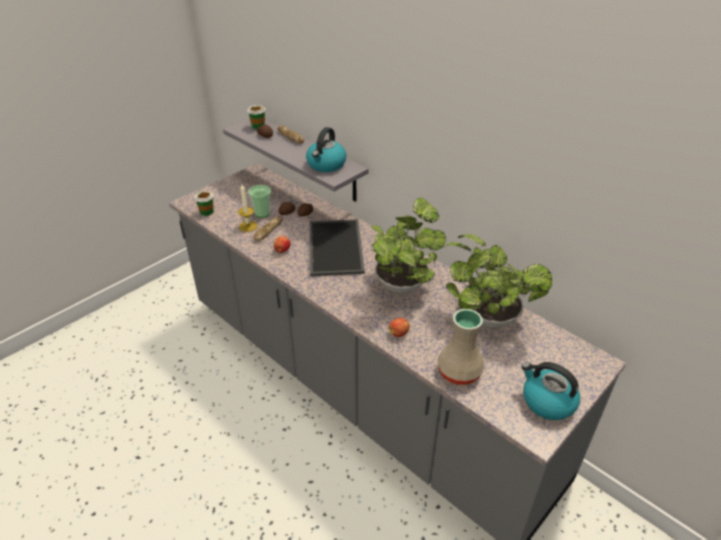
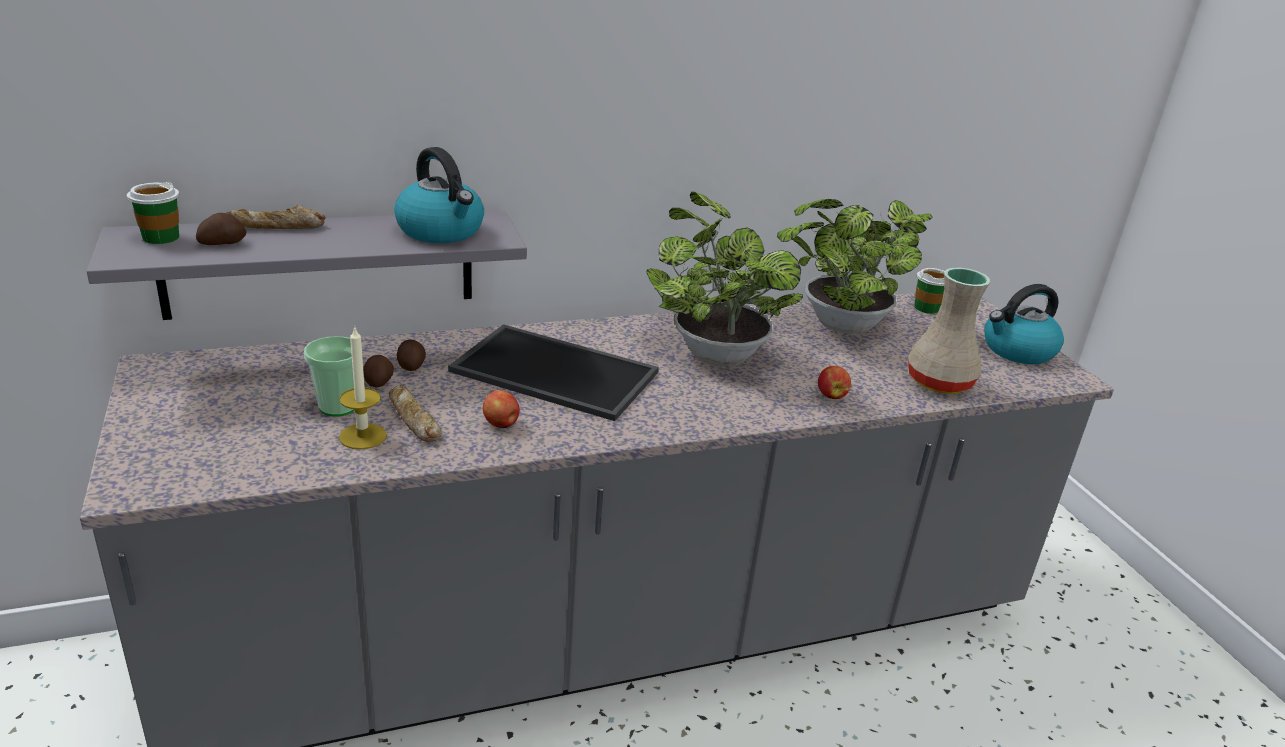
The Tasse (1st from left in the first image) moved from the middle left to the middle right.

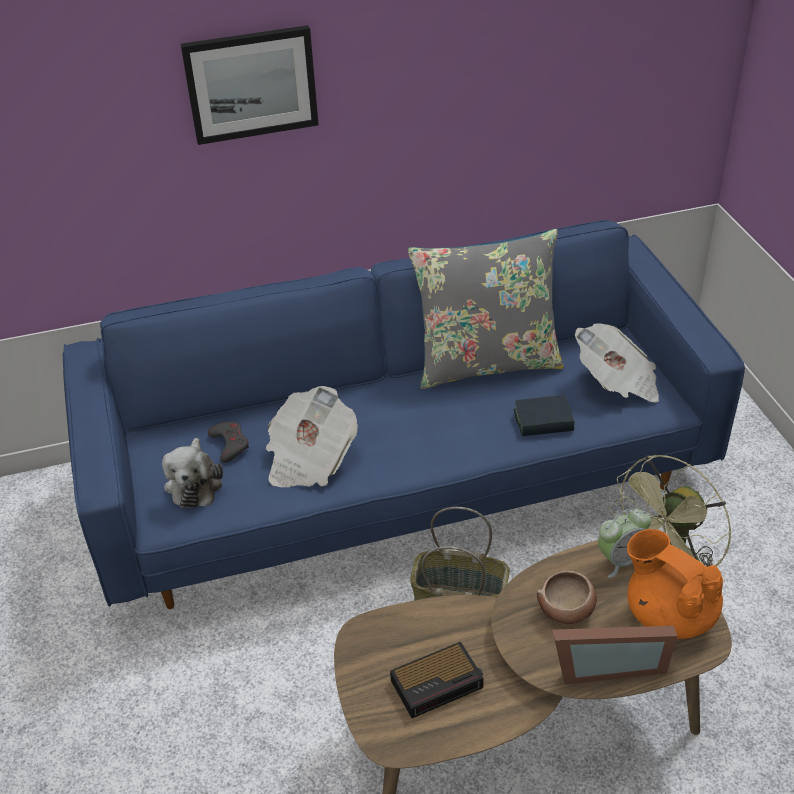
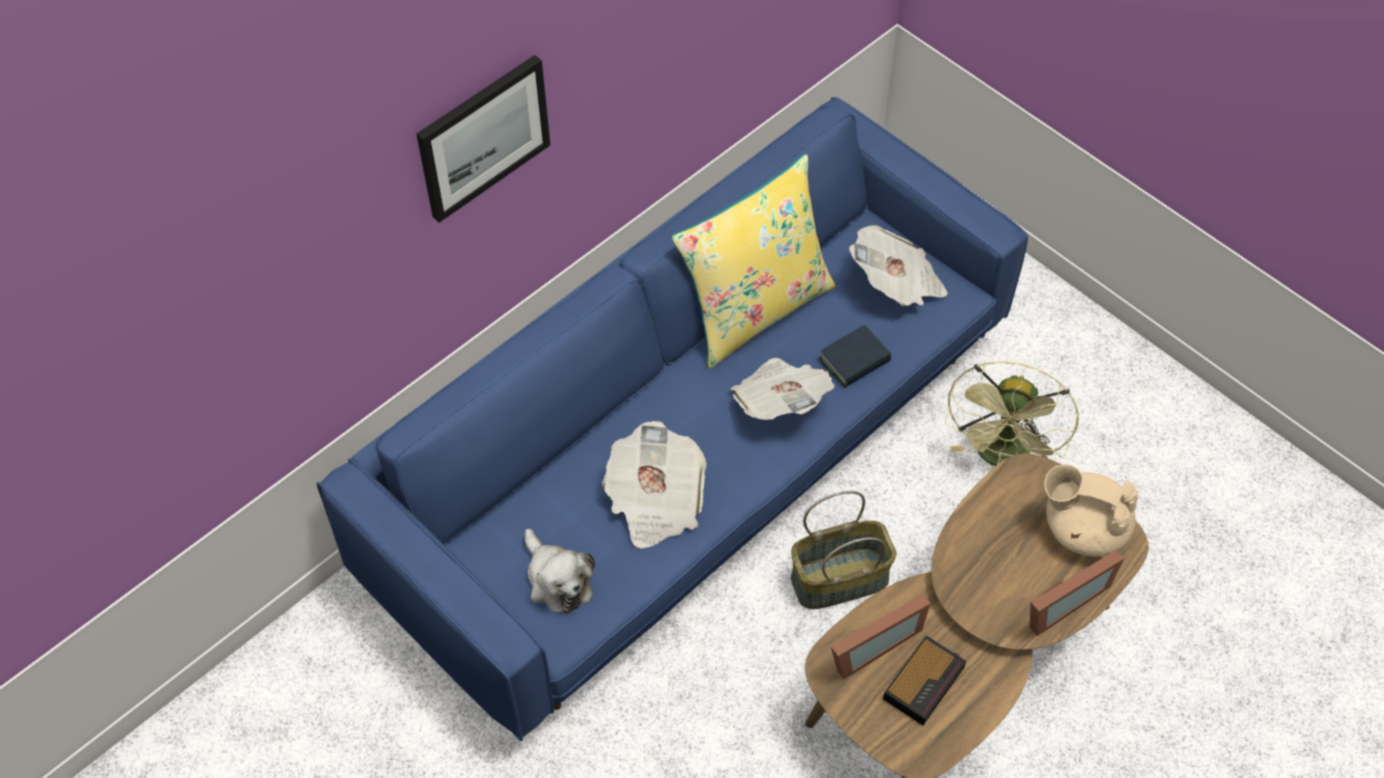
The Gamepad (grau) at the middle left disappeared. The Schüssel at the bottom right disappeared. The Wecker (2nd from left) at the bottom right disappeared. The Zeitung (2nd from left) at the centre appeared. The Bilderrahmen (1st from left) at the bottom centre appeared. The Kissen (grau) at the centre became the Kissen (gelb) at the centre. The Teekanne (orange) at the bottom right became the Teekanne (beige) at the middle right.

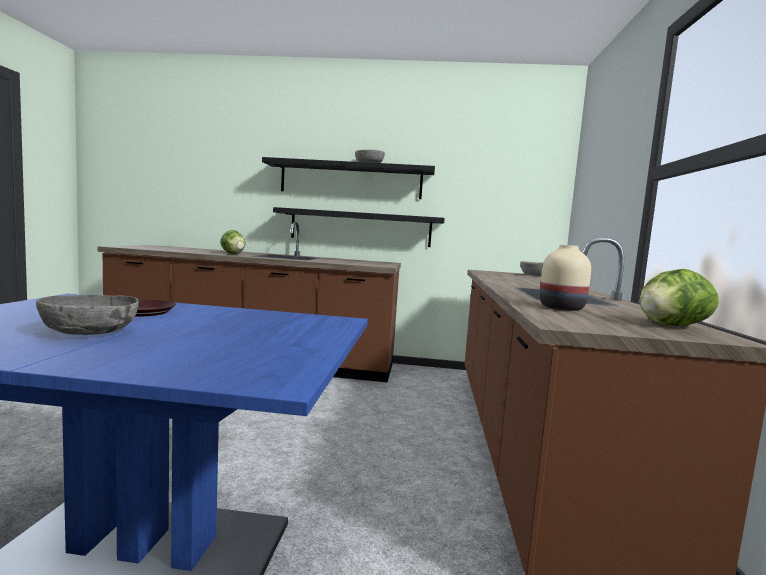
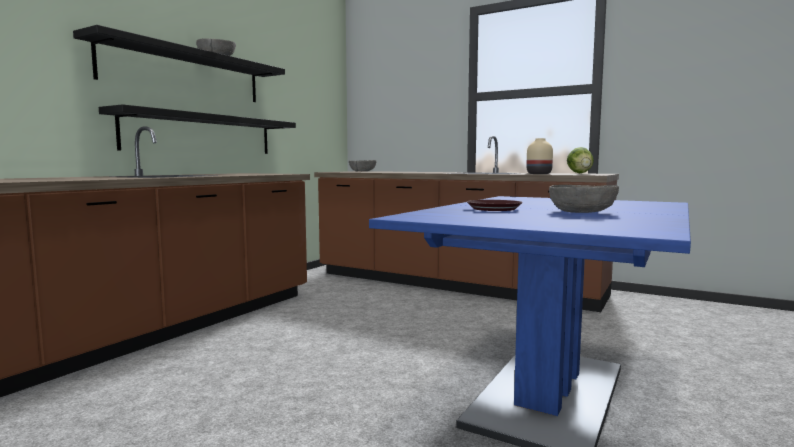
The Salatkopf (1st from left) at the middle left disappeared.

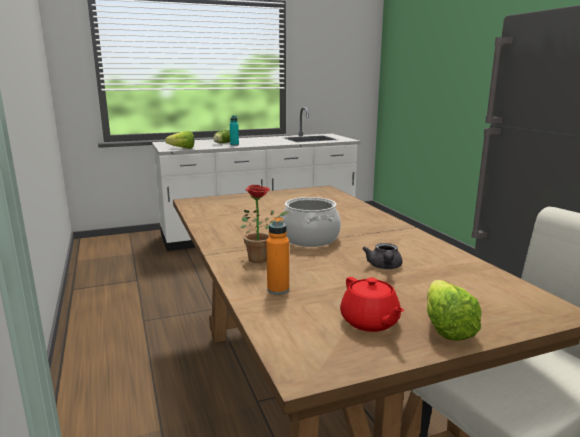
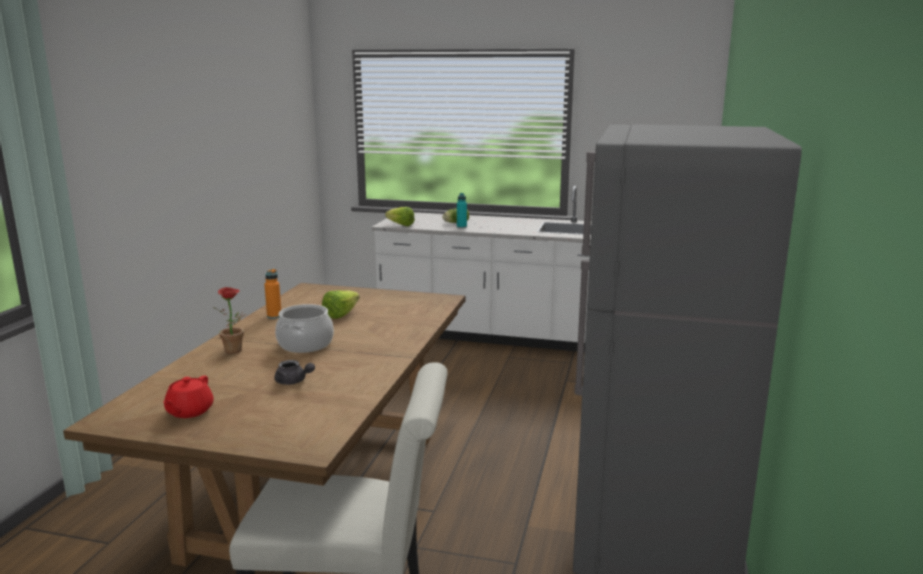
The Flasche (orange) moved from the centre to the middle left. The Salatkopf (3rd from left in the first image) moved from the bottom right to the centre. The Teekanne (grau) at the centre turned 105 degrees counterclockwise.

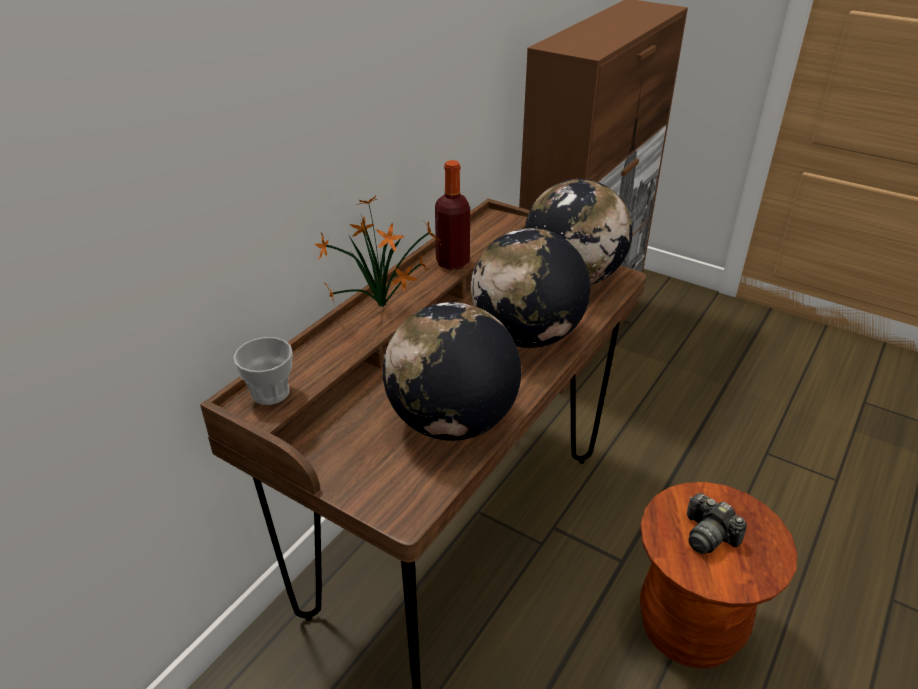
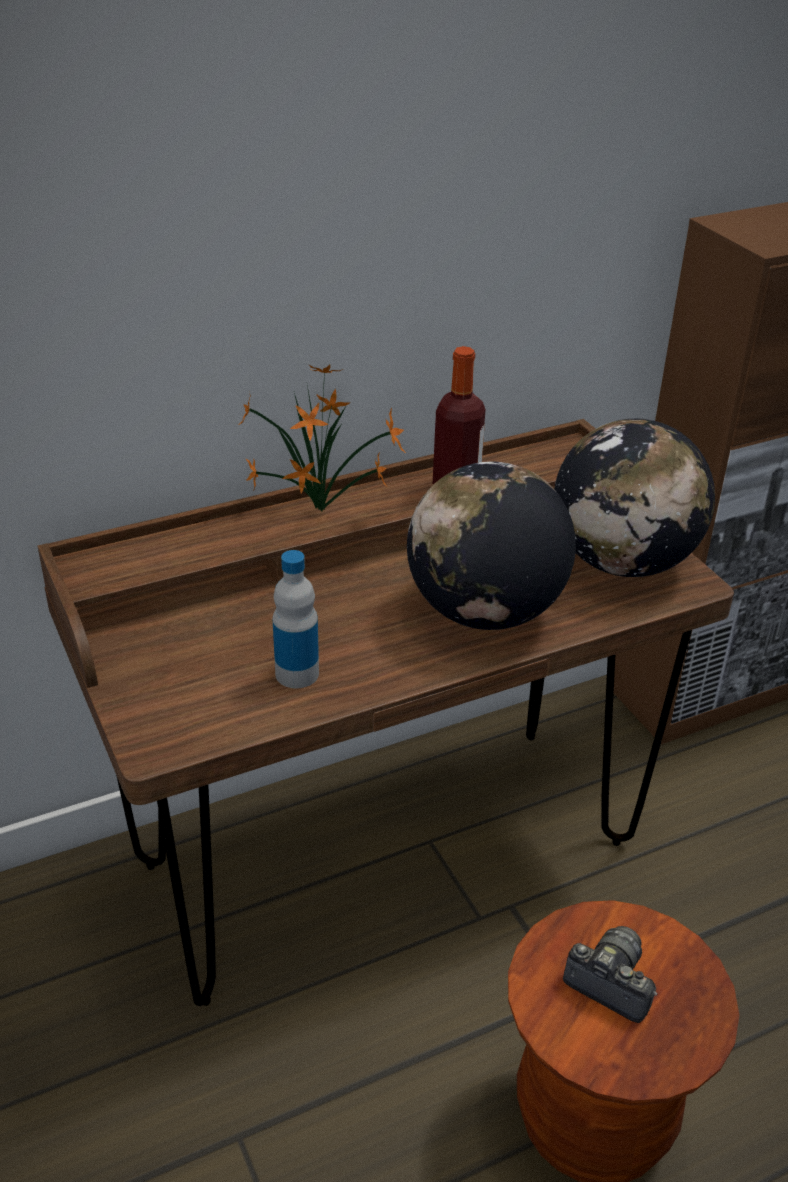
The Tasse at the middle left disappeared. The Globus (1st from left) at the centre was replaced by the Flasche (1st from left) at the centre. The Kamera at the bottom right turned 135 degrees clockwise.

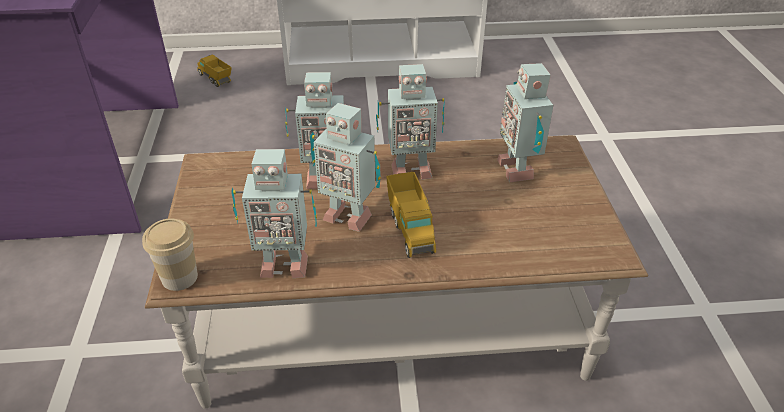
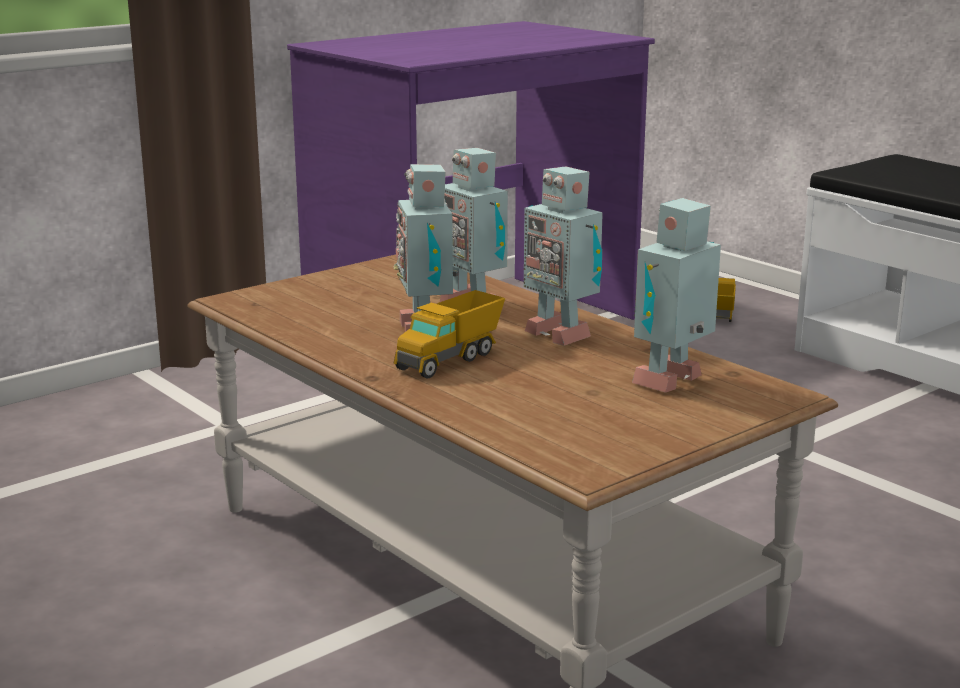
The Tasse at the middle left disappeared. The Spielzeugroboter (1st from left) at the centre disappeared.

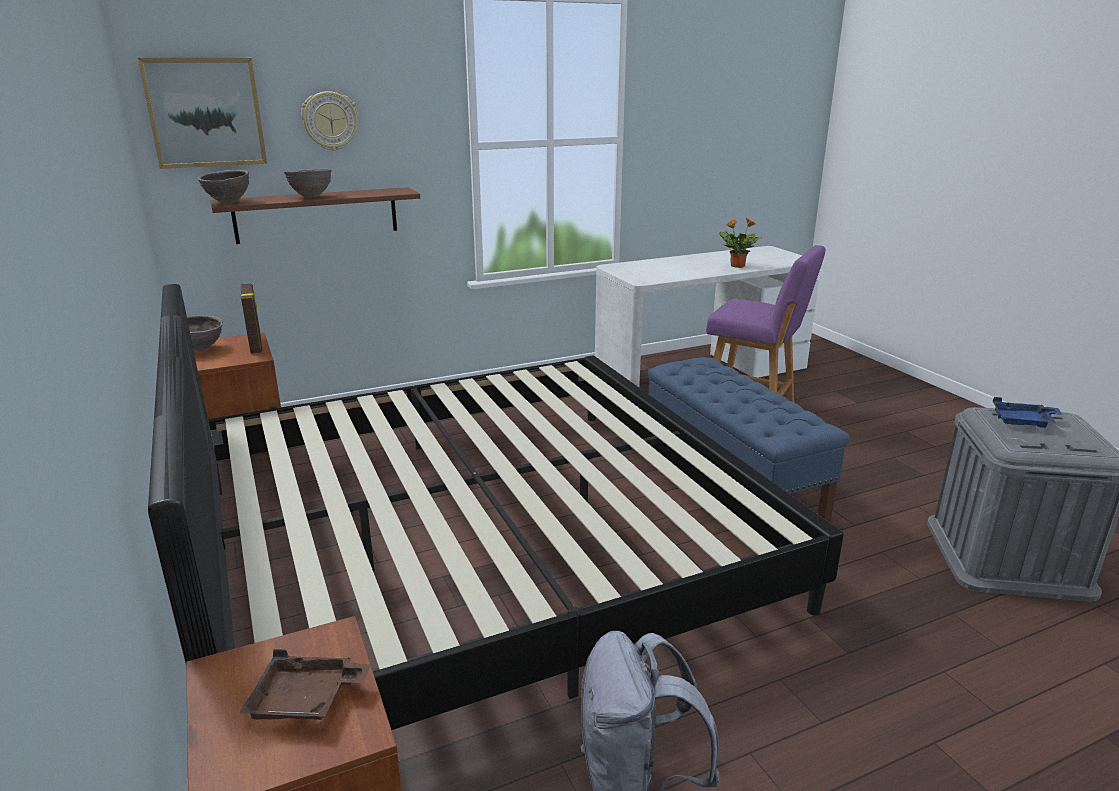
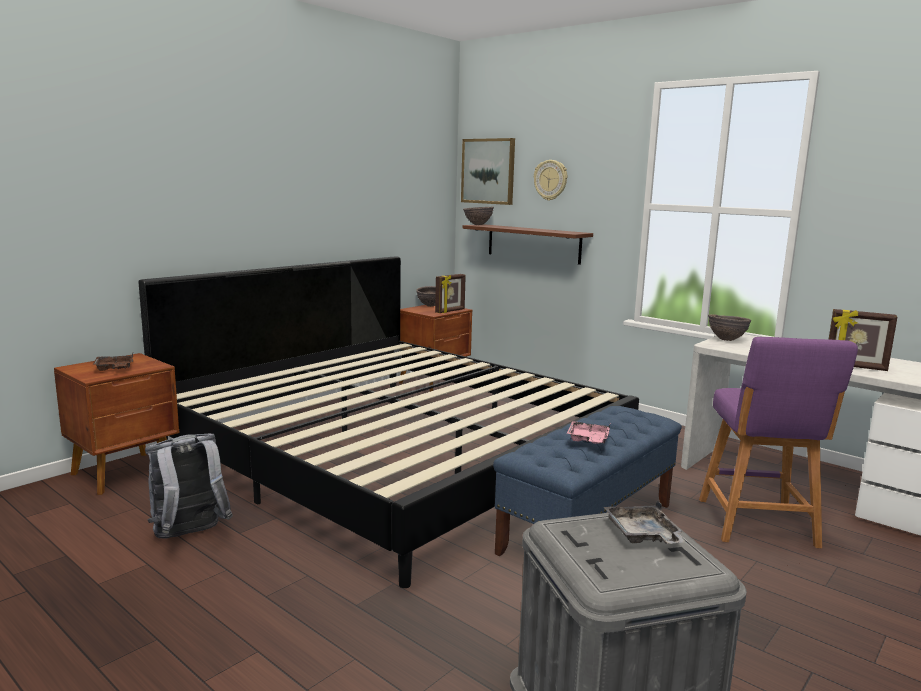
The Tablett (rosa) at the centre appeared. The Schüssel (braun) (3rd from left) moved from the top left to the middle right. The Topfpflanze at the top centre was replaced by the Bilderrahmen (2nd from left) at the middle right. The Tablett (blau) at the middle right became the Tablett (grau) at the bottom right.

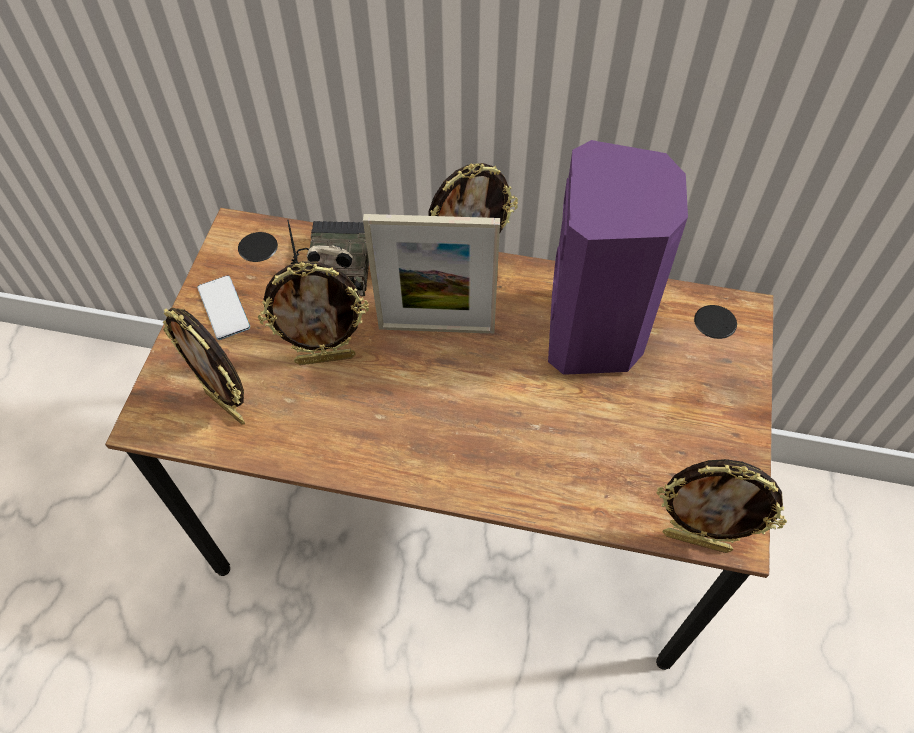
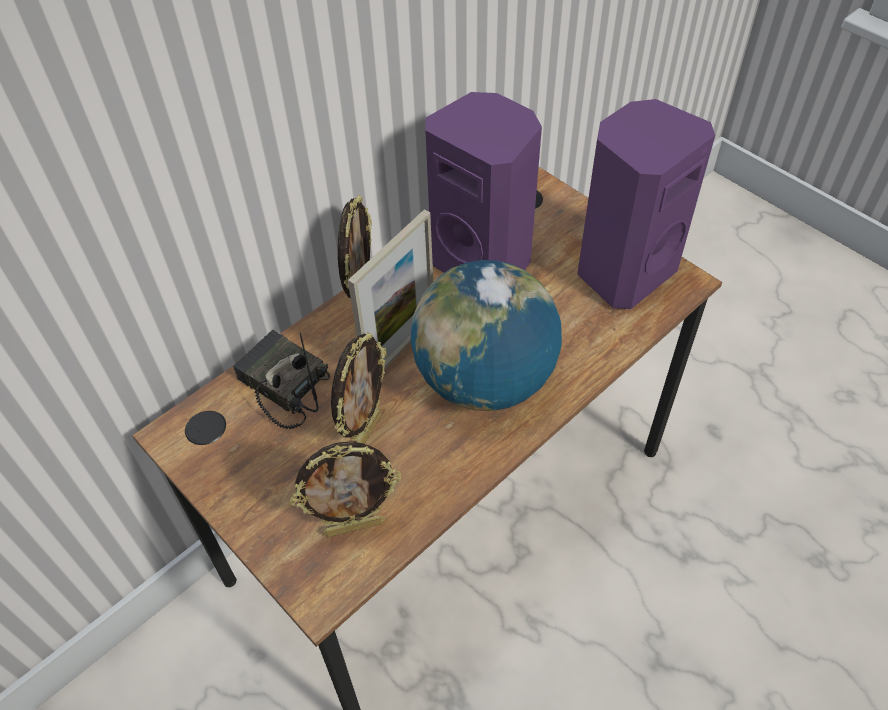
The Handy at the middle left disappeared. The Bilderrahmen (5th from left) at the bottom right disappeared. The Globus at the centre appeared. The Lautsprecher (lila) (2nd from left) at the top right appeared.

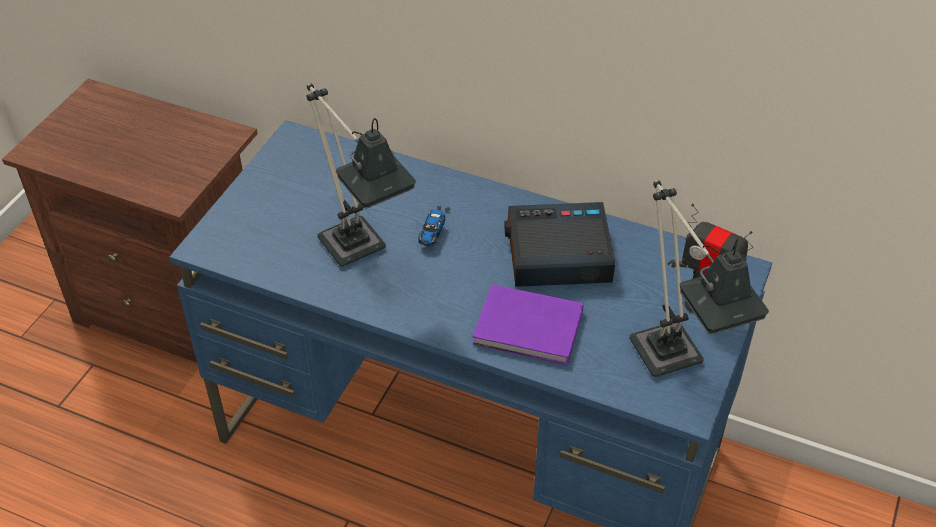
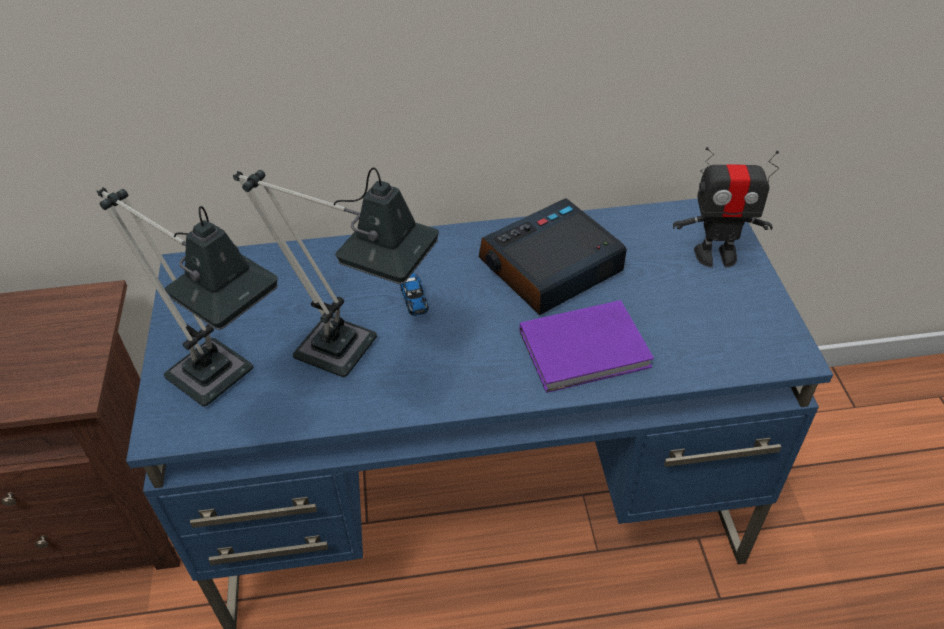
The Tischlampe (2nd from left in the first image) moved from the middle right to the middle left.

